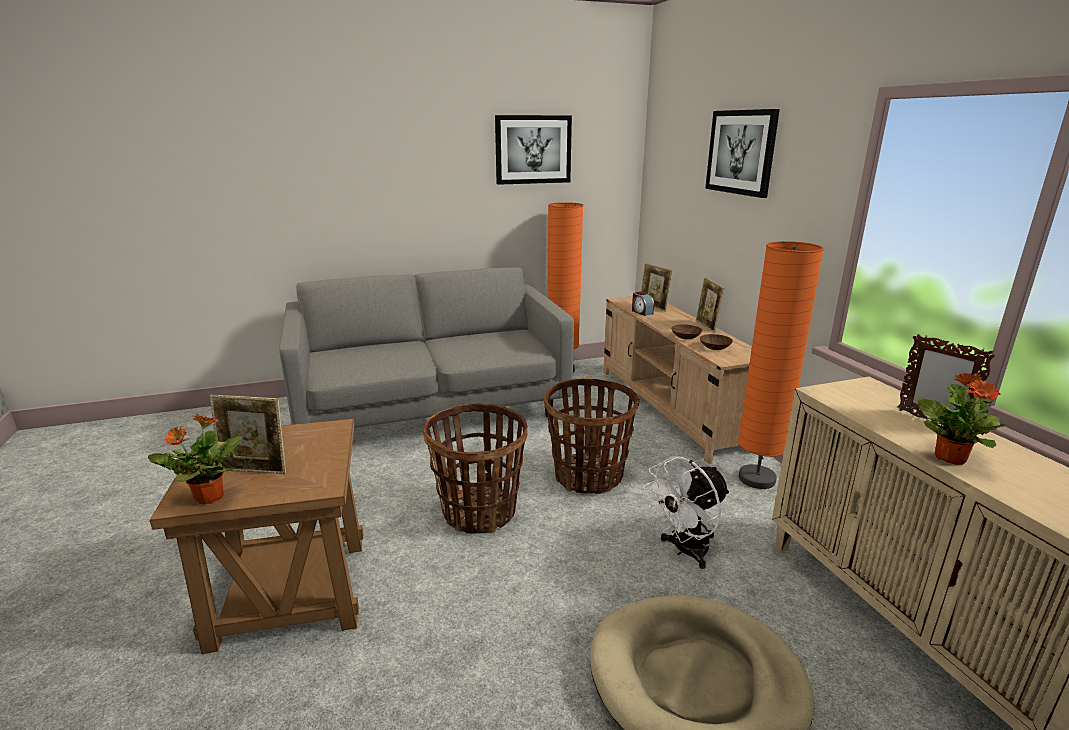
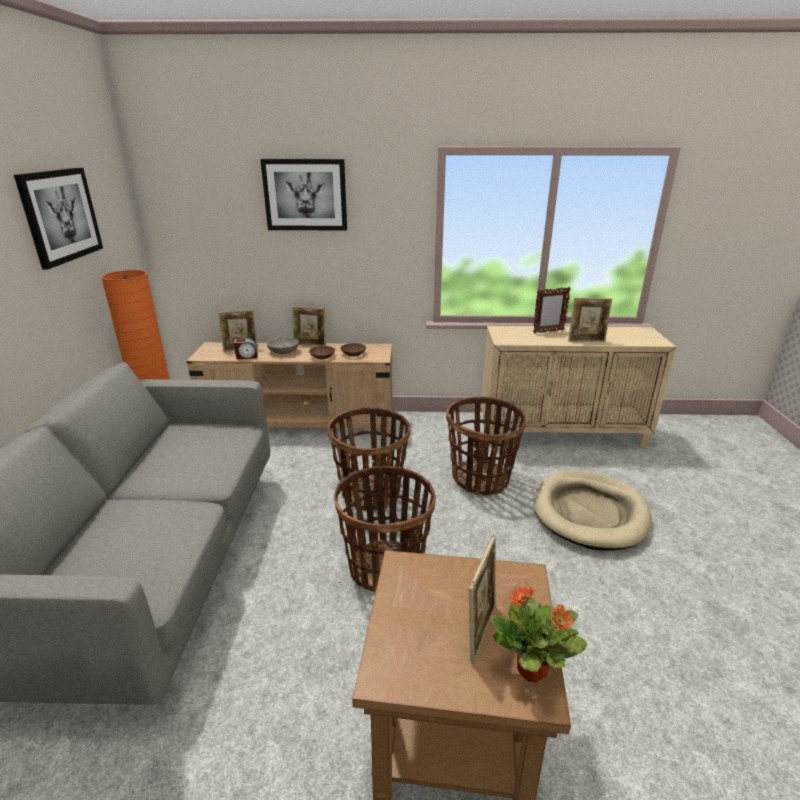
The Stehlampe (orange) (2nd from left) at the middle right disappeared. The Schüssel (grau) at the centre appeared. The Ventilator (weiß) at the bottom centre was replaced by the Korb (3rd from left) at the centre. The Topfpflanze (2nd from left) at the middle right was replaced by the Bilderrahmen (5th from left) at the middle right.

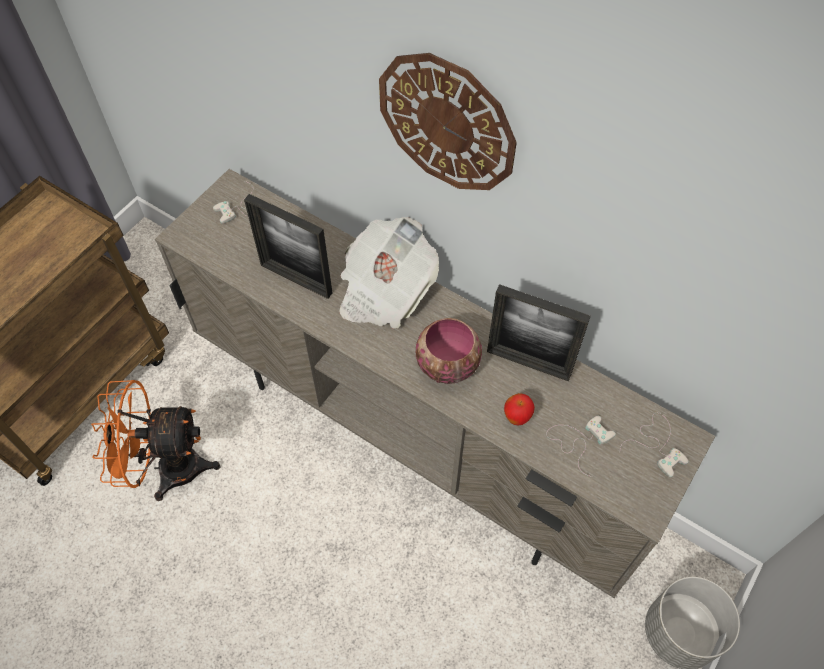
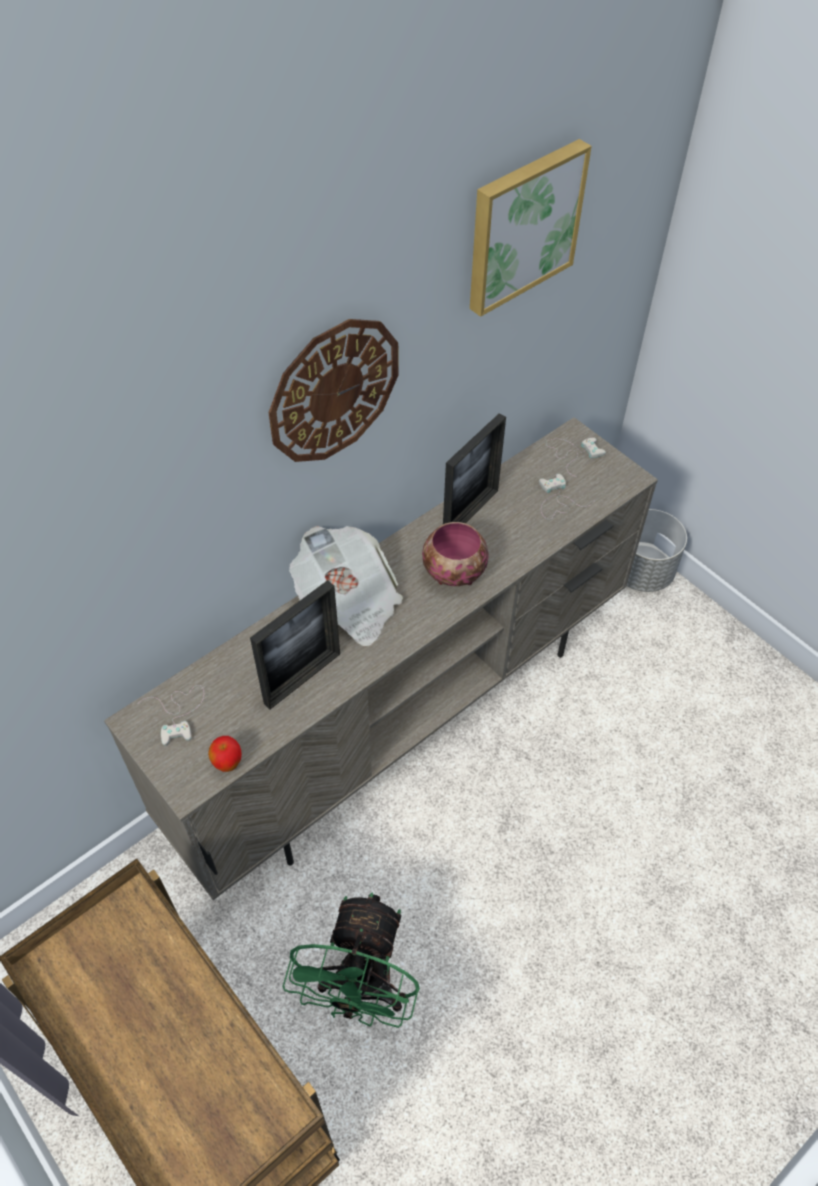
The Bild at the top centre appeared. The Apfel moved from the centre to the middle left. The Ventilator (orange) at the middle left became the Ventilator (grün) at the bottom centre.

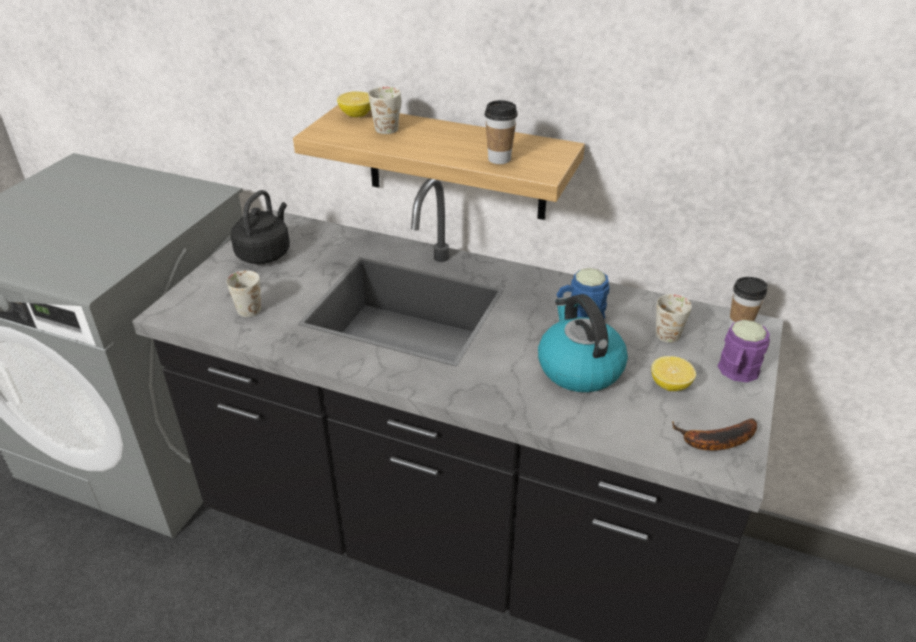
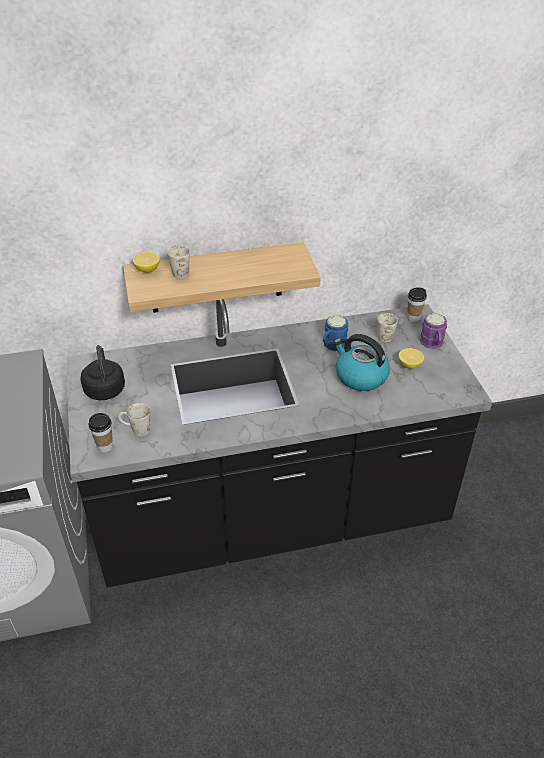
The Banane at the bottom right disappeared. The Tasse (1st from left) moved from the top centre to the middle left.

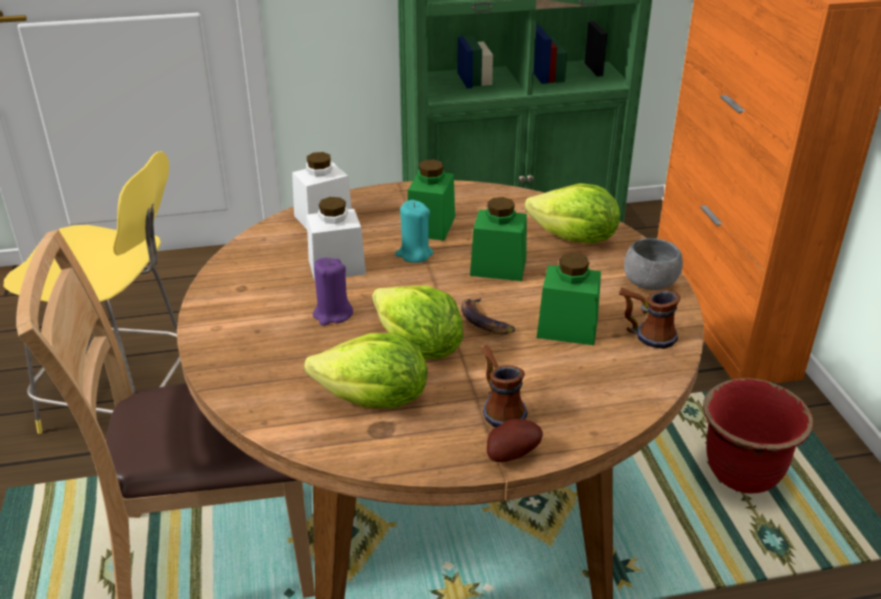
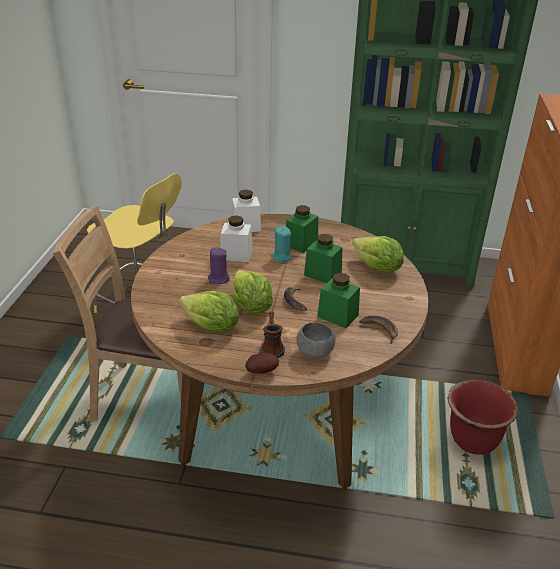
The Schüssel (grau) moved from the middle right to the centre. The Henkelbecher (2nd from left) at the middle right was replaced by the Banane (2nd from left) at the middle right.

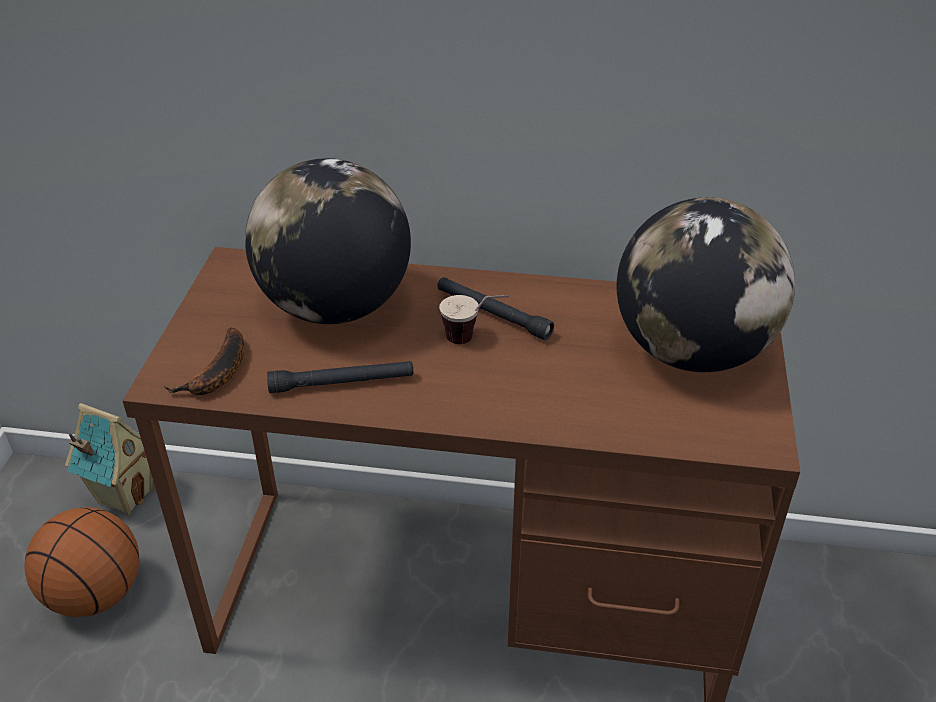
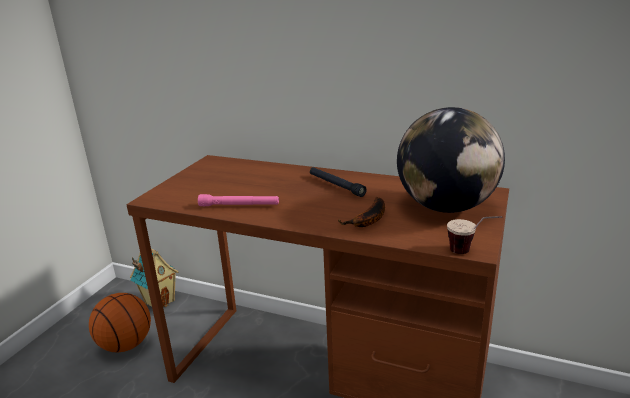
The Globus (1st from left) at the centre disappeared. The Banane moved from the middle left to the centre. The Tasse moved from the centre to the middle right. The Taschenlampe (schwarz) (1st from left) at the centre became the Taschenlampe (rosa) at the centre.

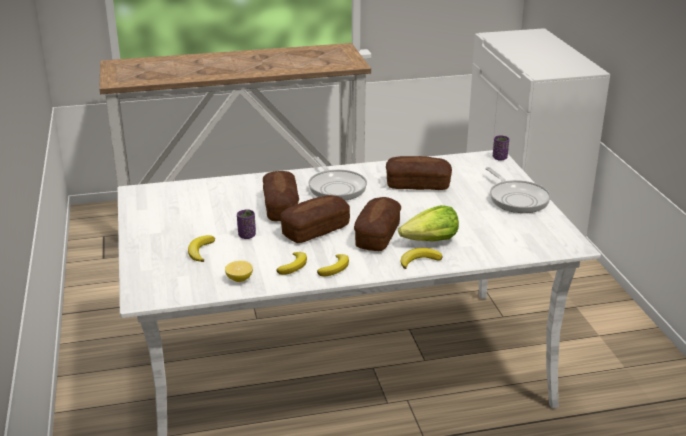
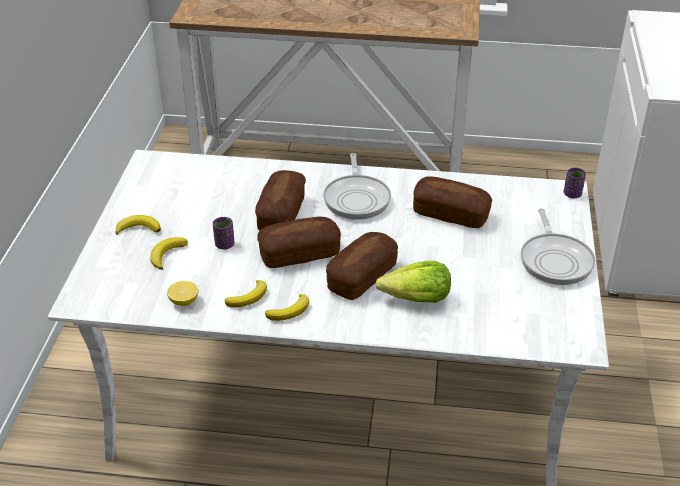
The Banane (4th from left in the first image) moved from the centre to the middle left.

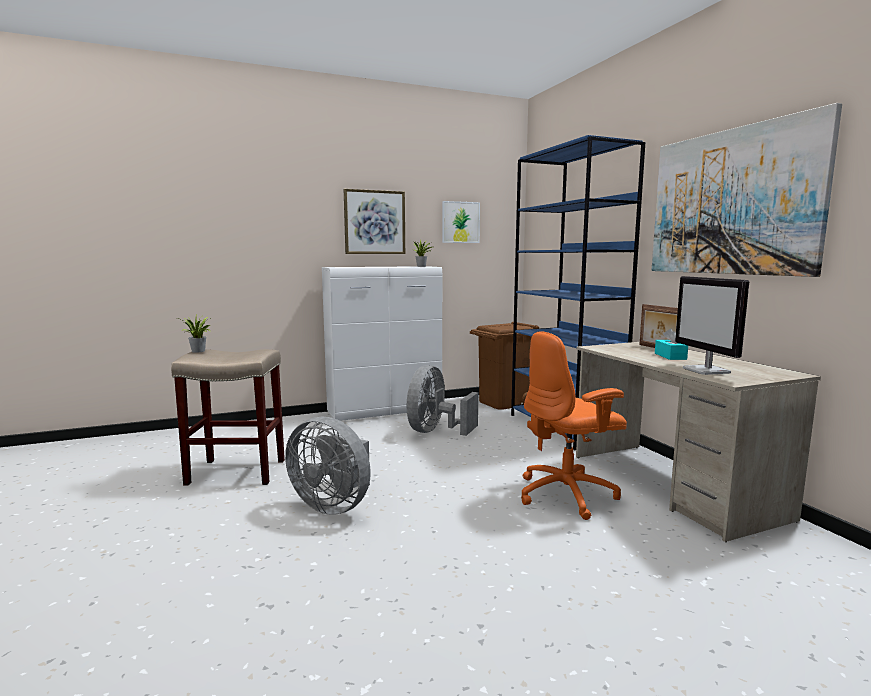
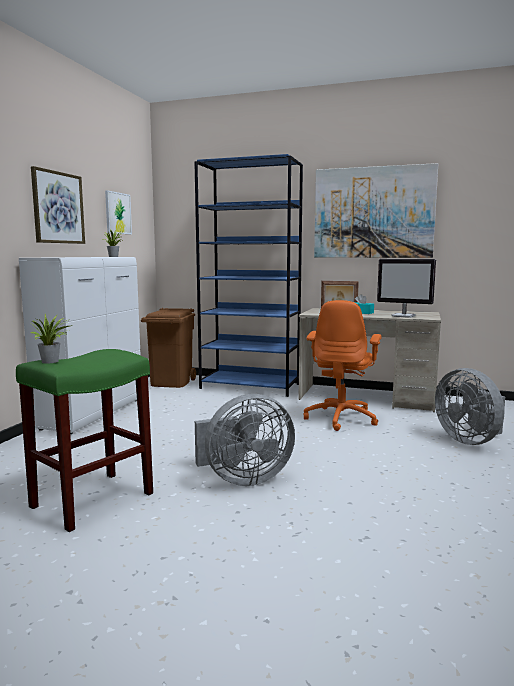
The Ventilator (grau) (2nd from left) moved from the centre to the middle right. The Hocker (beige) at the middle left became the Hocker (grün) at the middle left.

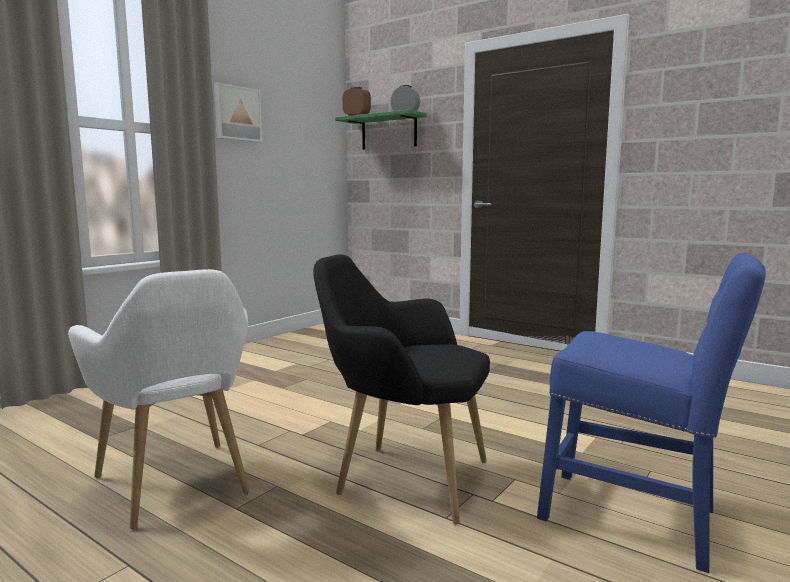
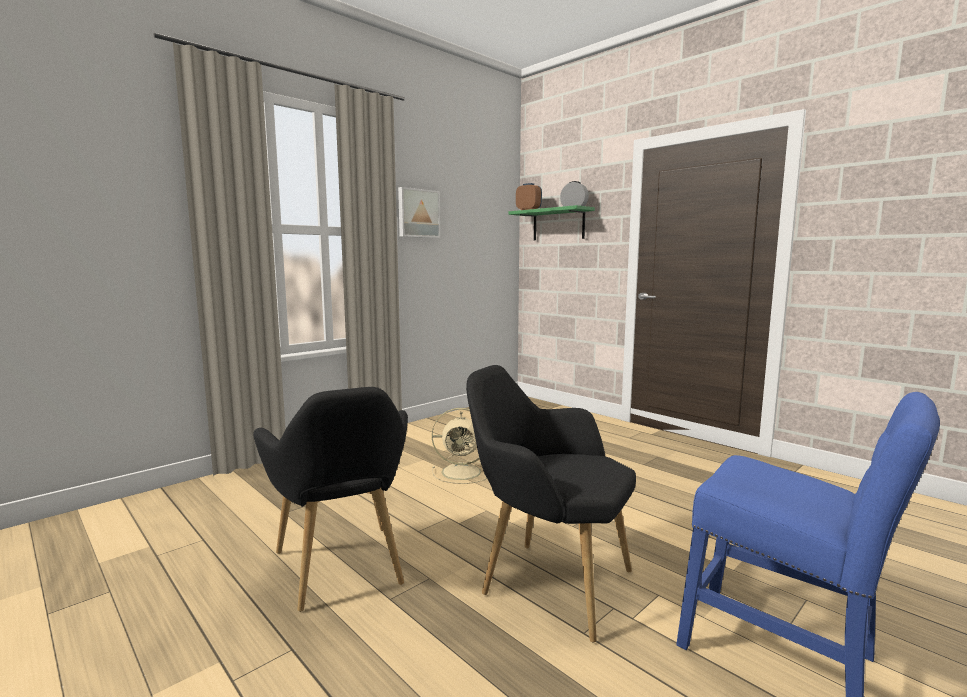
The Ventilator (beige) at the centre appeared. The Sessel (weiß) at the bottom left became the Sessel (schwarz) (1st from left) at the bottom centre.

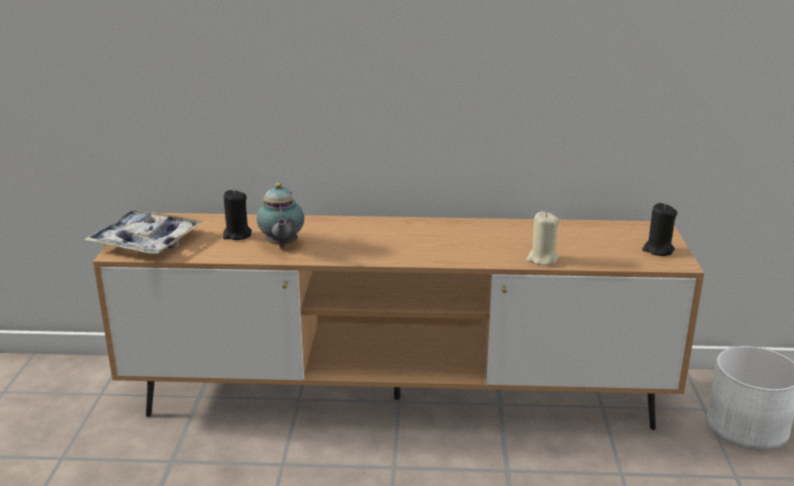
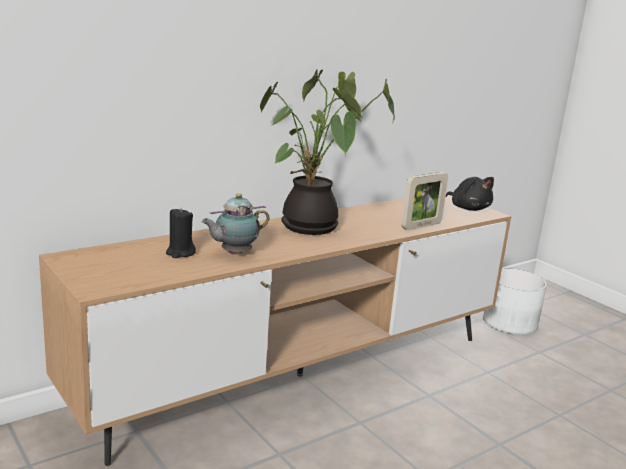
The Tablett at the middle left disappeared. The Topfpflanze at the top centre appeared. The Kerze (beige) at the middle right was replaced by the Bilderrahmen at the middle right. The Kerze (schwarz) (2nd from left) at the middle right was replaced by the Plüschtier (schwarz) at the middle right. The Teekanne at the centre turned 105 degrees clockwise.

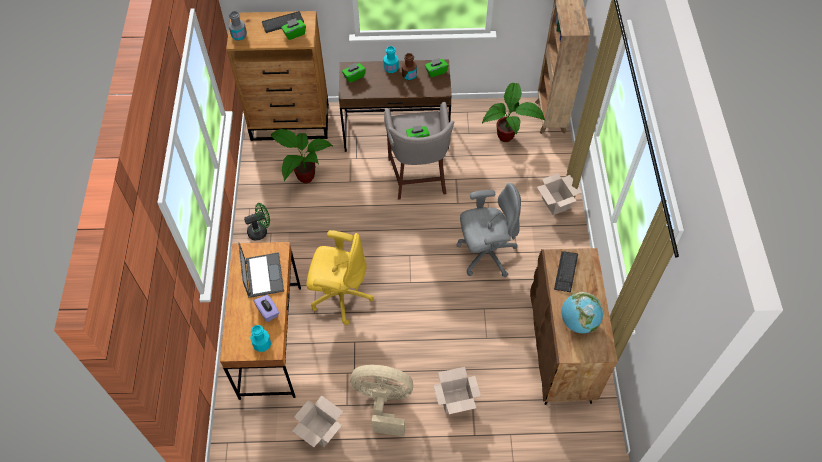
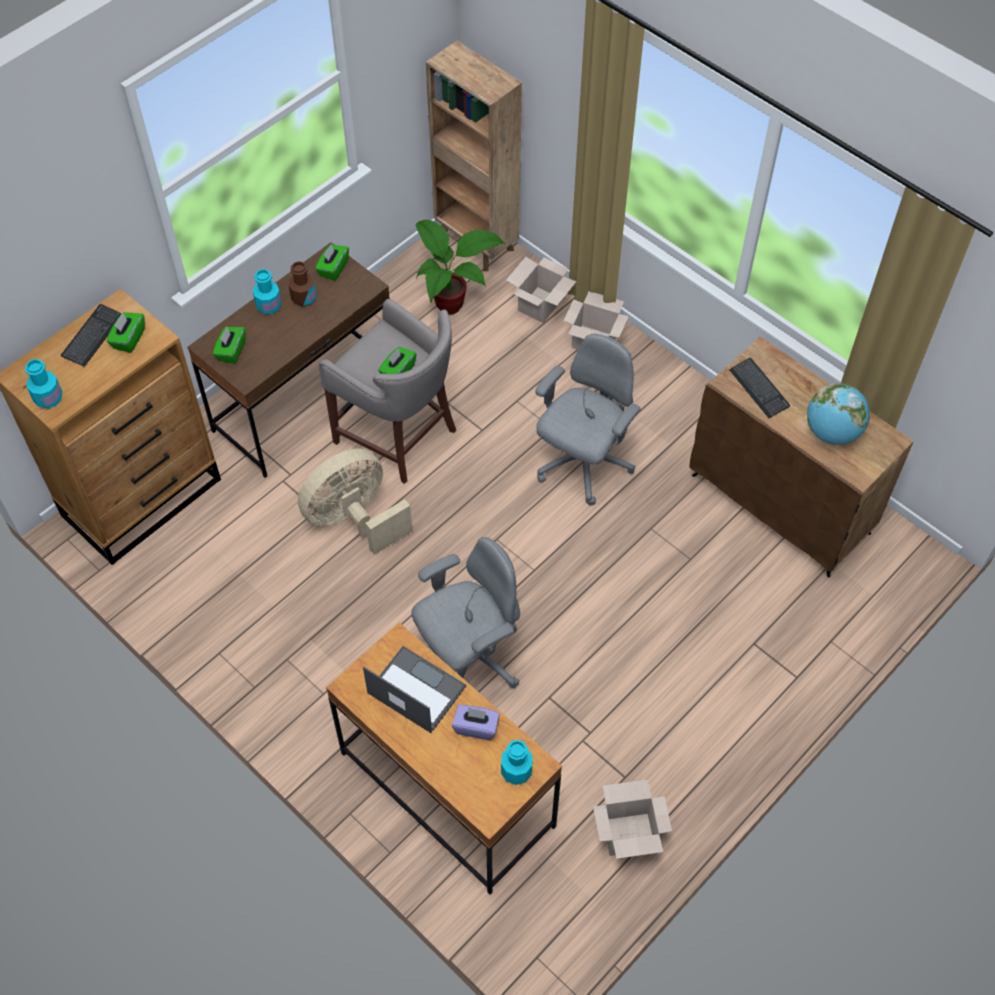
The Ventilator (grün) at the middle left disappeared. The Topfpflanze (1st from left) at the centre disappeared. The Ventilator (beige) moved from the bottom centre to the centre. The Karton (2nd from left in the first image) moved from the bottom centre to the top centre. The Flasche (grau) at the top left became the Flasche (türkis) (1st from left) at the middle left. The Bürostuhl (gelb) at the centre became the Bürostuhl (grau) (1st from left) at the centre.

